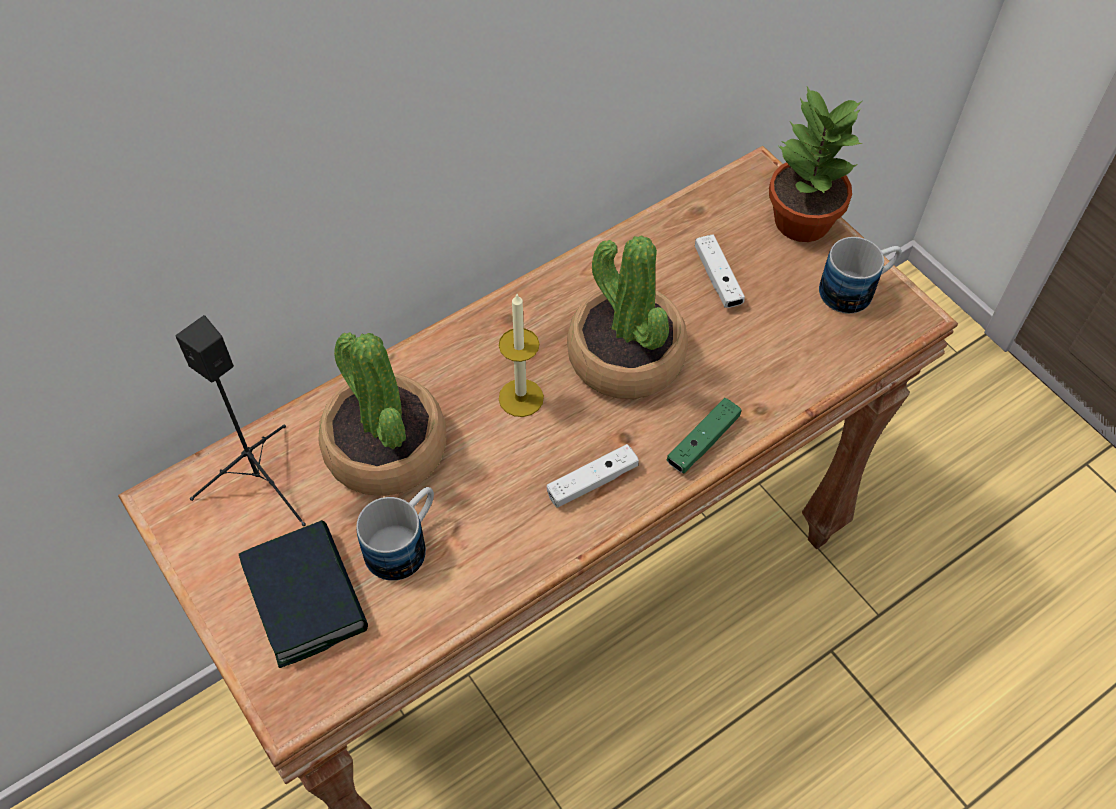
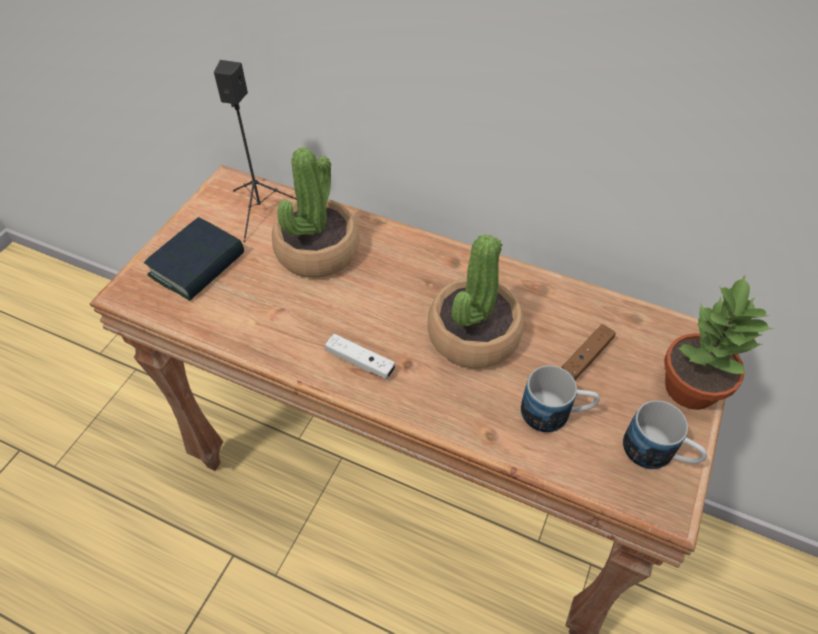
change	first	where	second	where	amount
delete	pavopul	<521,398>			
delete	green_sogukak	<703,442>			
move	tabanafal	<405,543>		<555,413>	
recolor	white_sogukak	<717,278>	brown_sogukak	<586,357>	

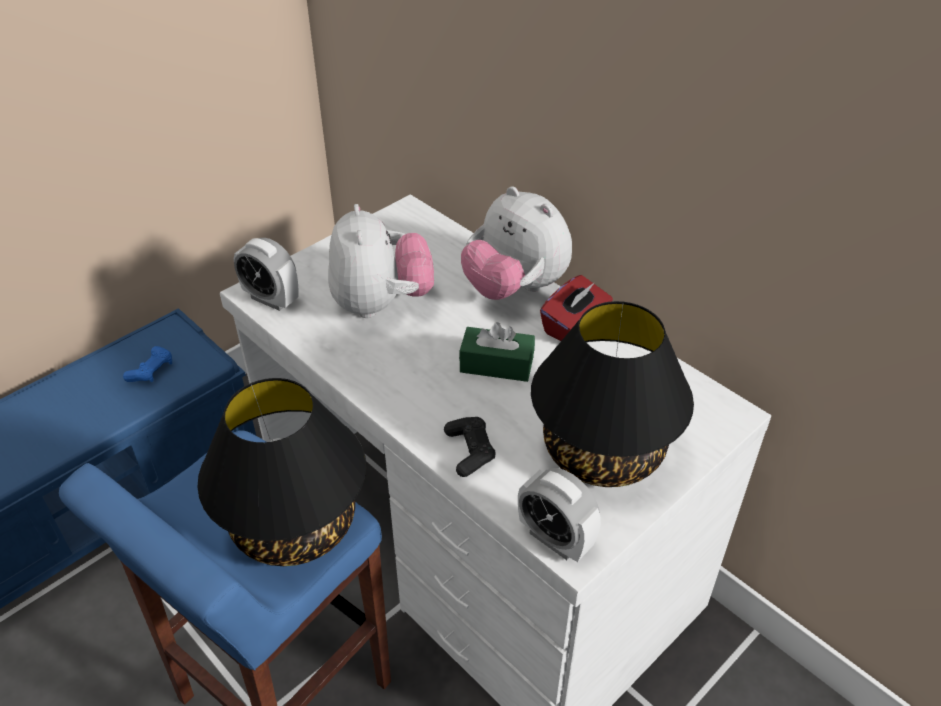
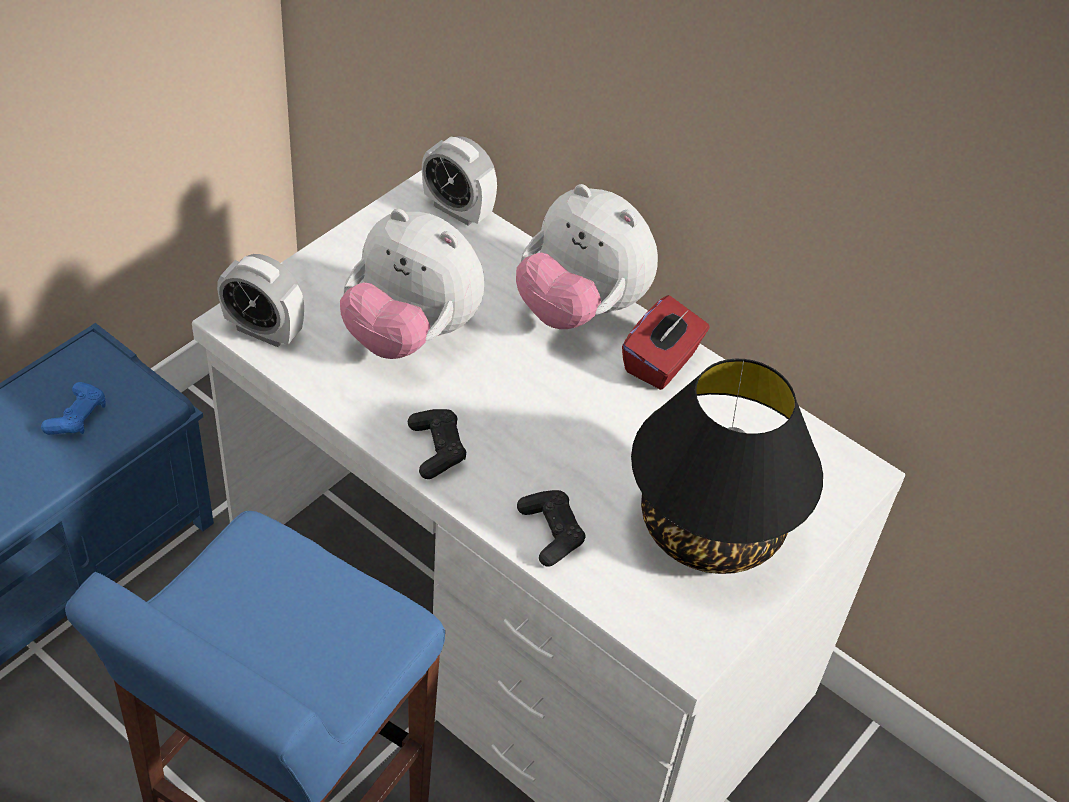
change	first	where	second	where	amount
delete	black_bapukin	<293,525>			
delete	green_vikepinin	<496,364>			
insert			black_sogukak	<437,449>	
move	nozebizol	<555,539>		<457,210>	
rotate	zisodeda	<381,303>		<410,334>	135 degrees clockwise

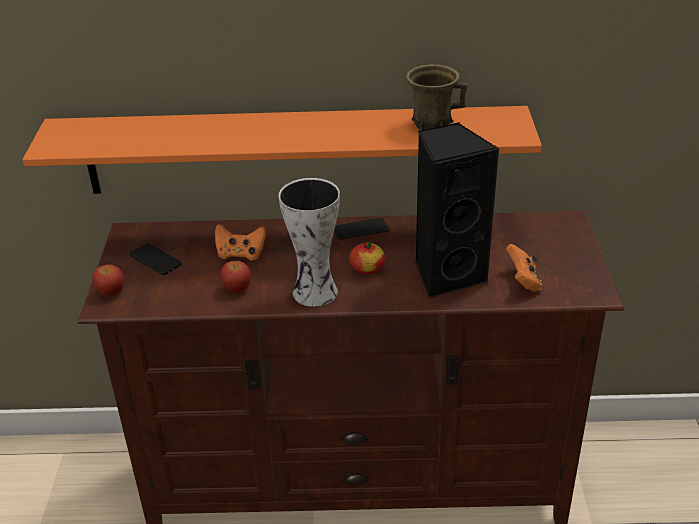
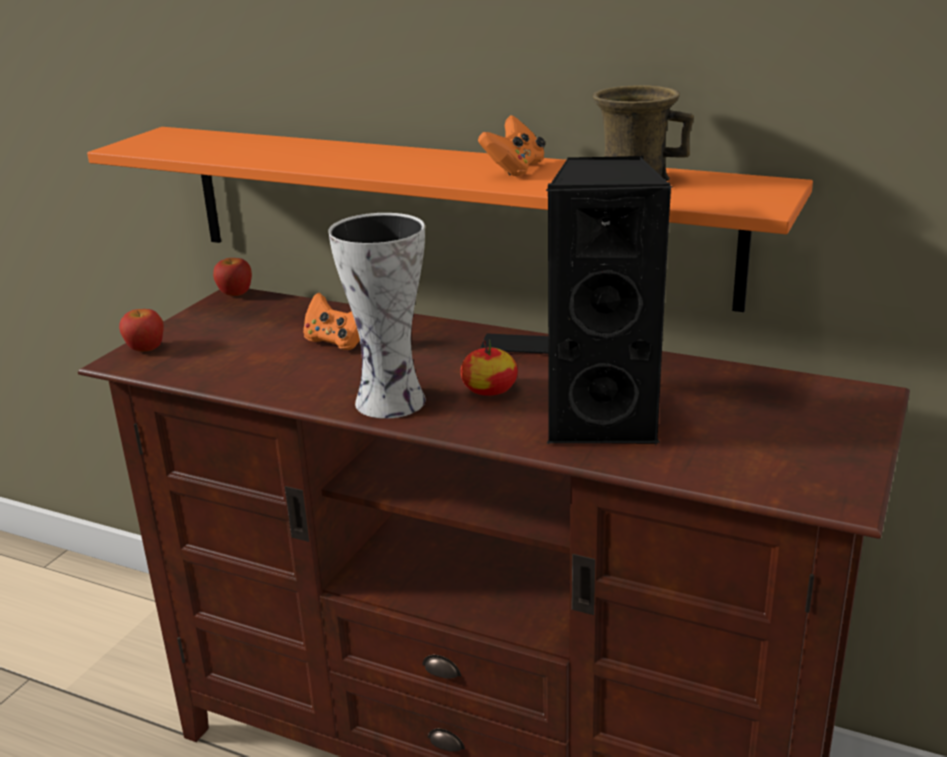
change	first	where	second	where	amount
delete	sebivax	<155,260>			
move	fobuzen	<237,288>		<235,293>	
move	orange_sogukak	<523,281>		<514,169>	

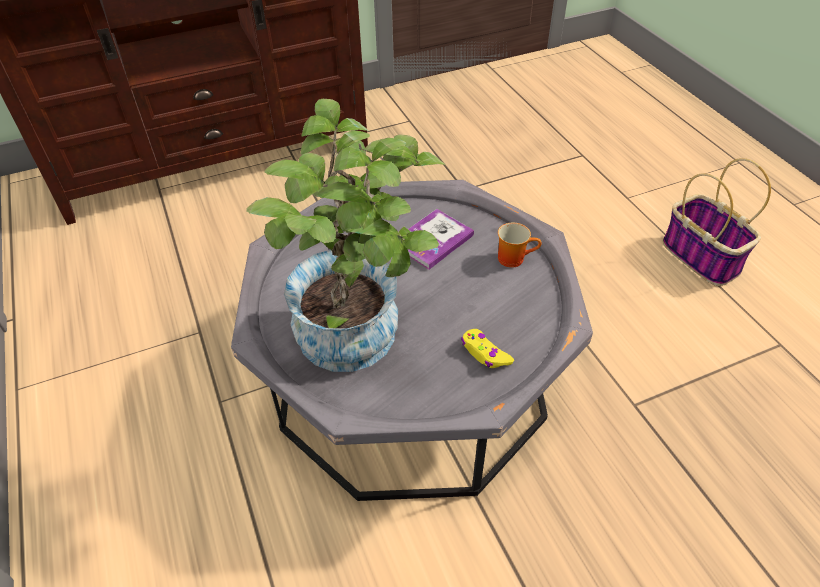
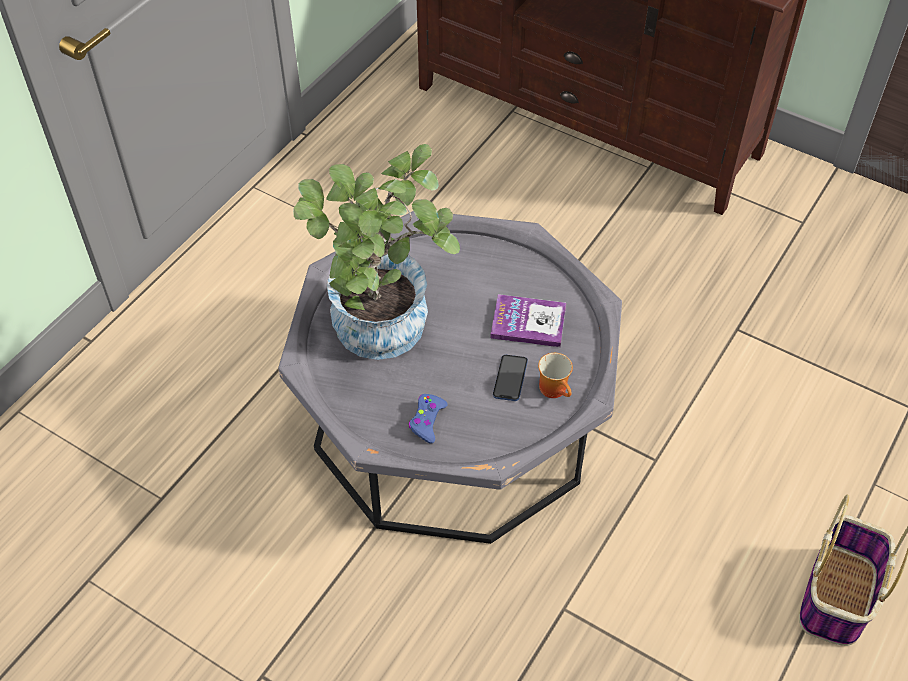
change	first	where	second	where	amount
insert			sebivax	<510,378>	
recolor	yellow_sogukak	<485,353>	blue_sogukak	<427,421>	

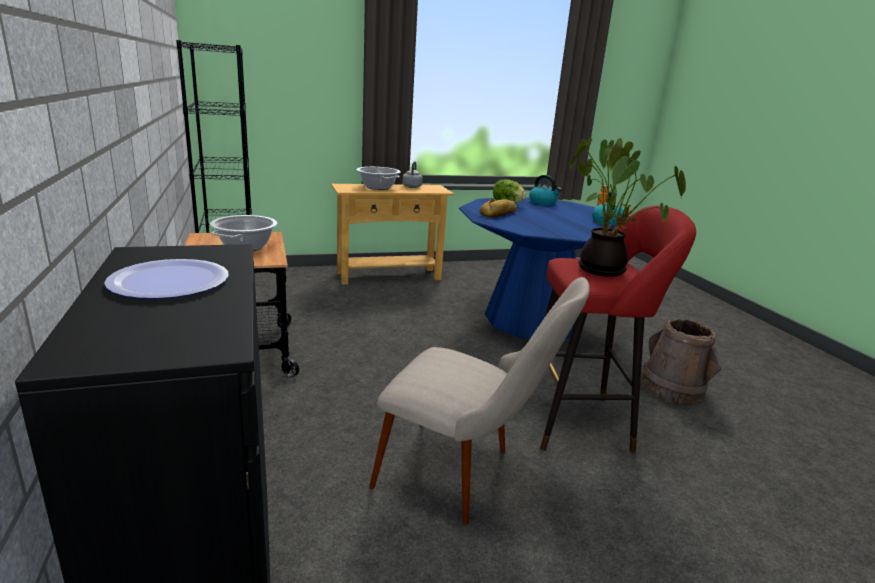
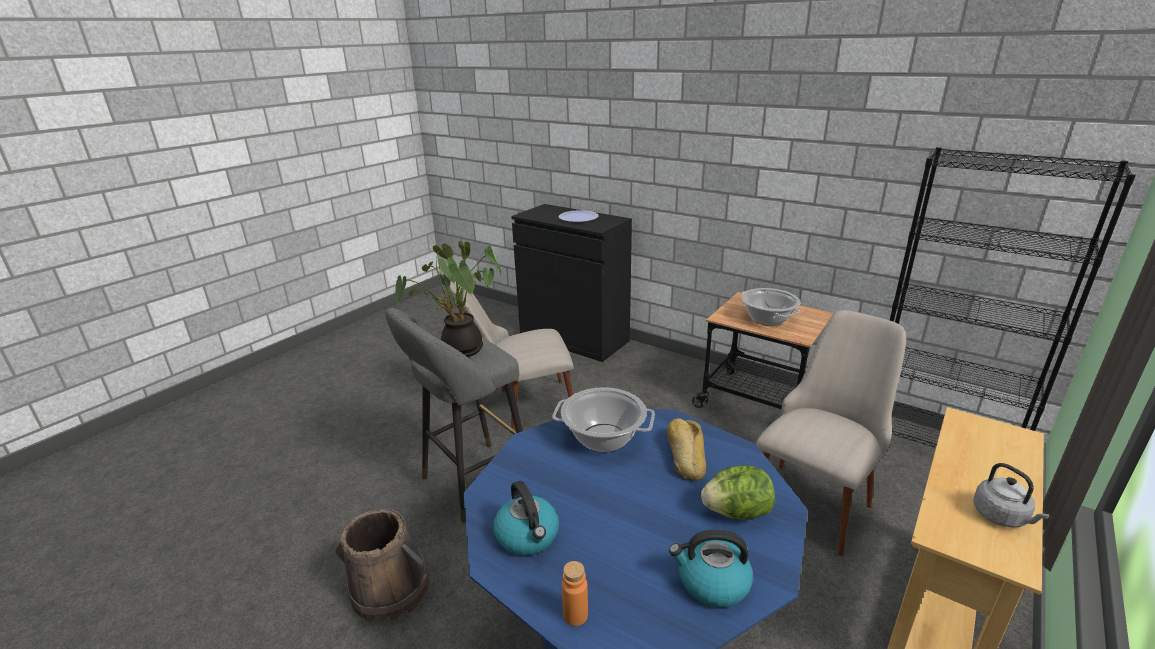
change	first	where	second	where	amount
insert			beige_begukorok	<816,495>	
move	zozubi	<378,187>		<603,438>	
recolor	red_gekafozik	<582,422>	grey_gekafozik	<471,483>	

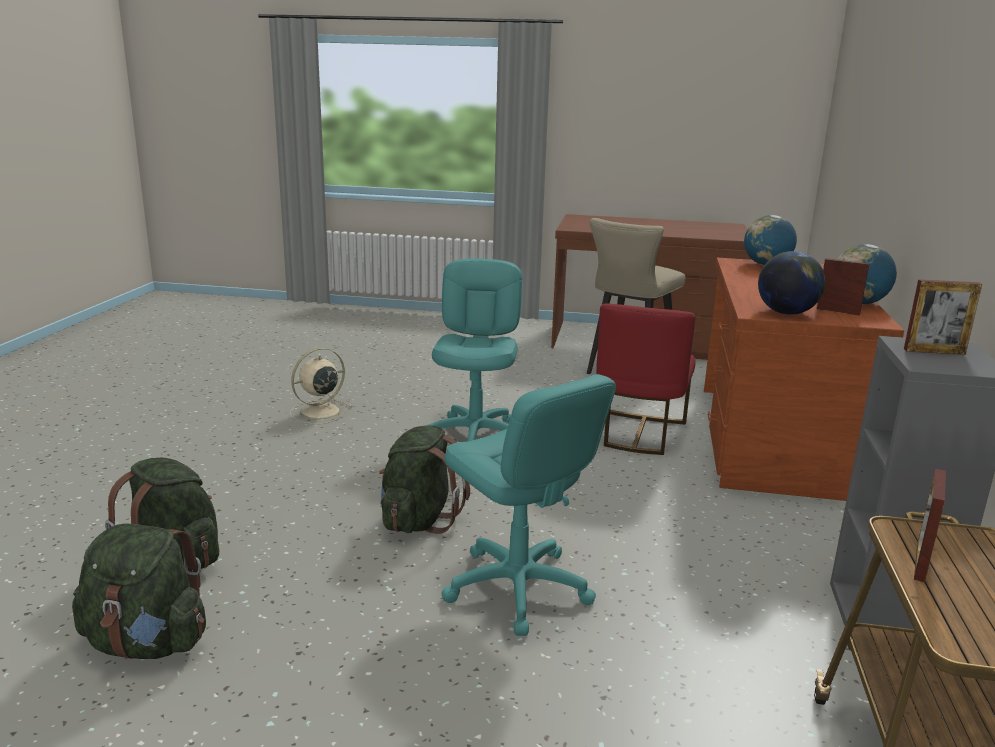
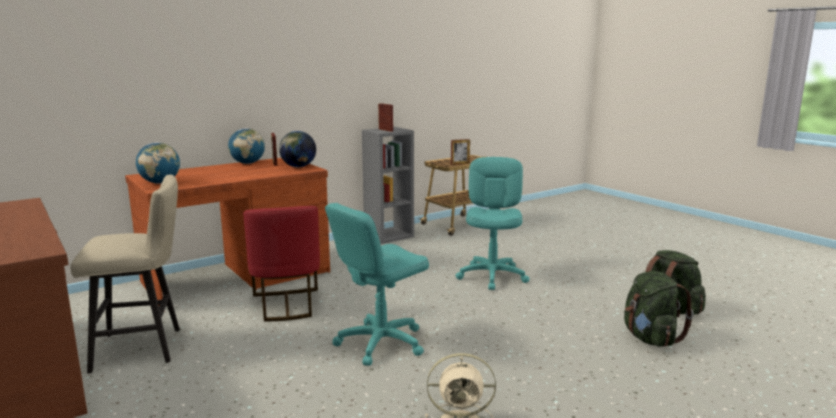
change	first	where	second	where	amount
delete	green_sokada	<419,520>			
rotate	red_begukorok	<638,433>		<286,305>	105 degrees clockwise

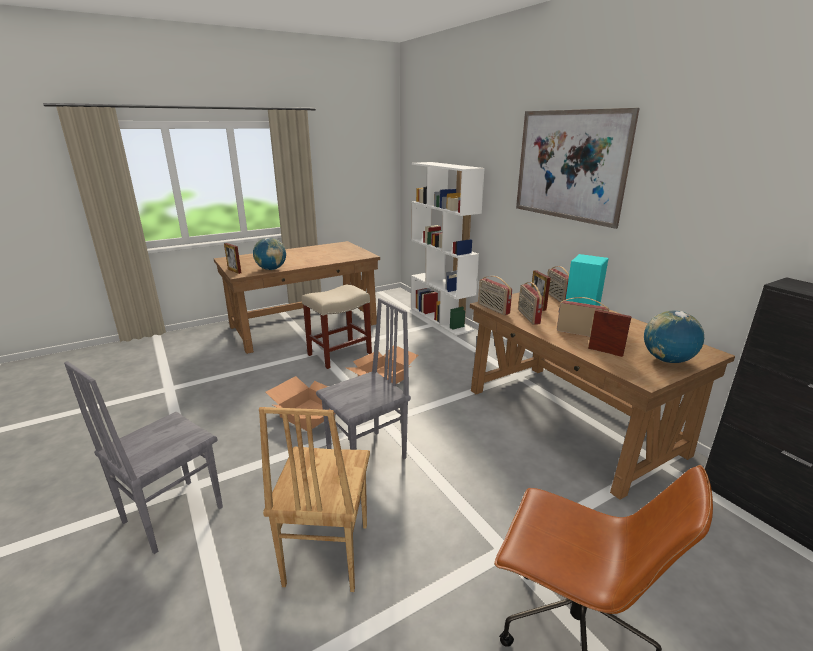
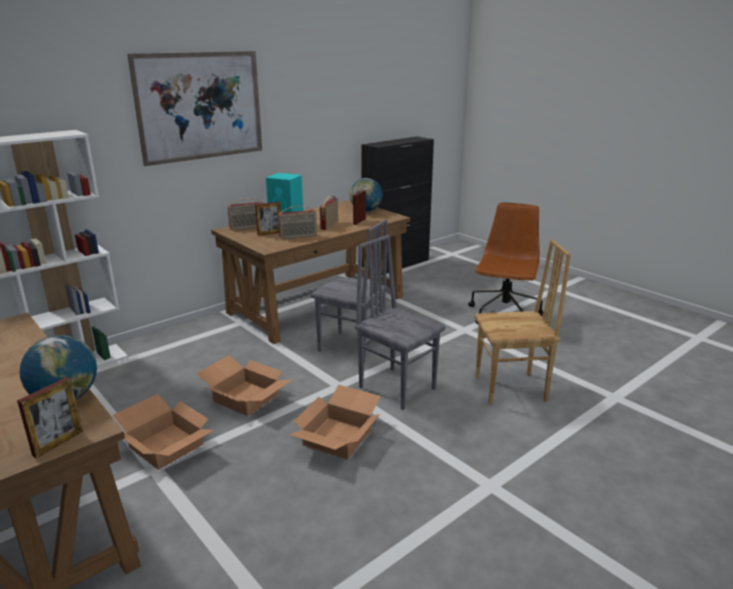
change	first	where	second	where	amount
delete	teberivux	<493,309>			
move	grey_begukorok	<171,514>		<351,347>	
replace	beige_gekafozik	<339,354>	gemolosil	<167,445>	

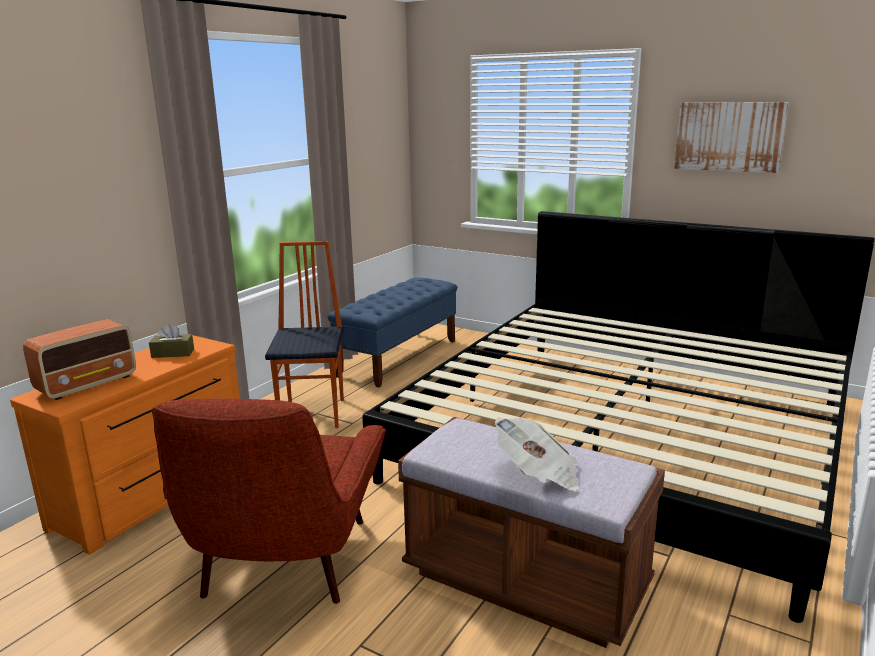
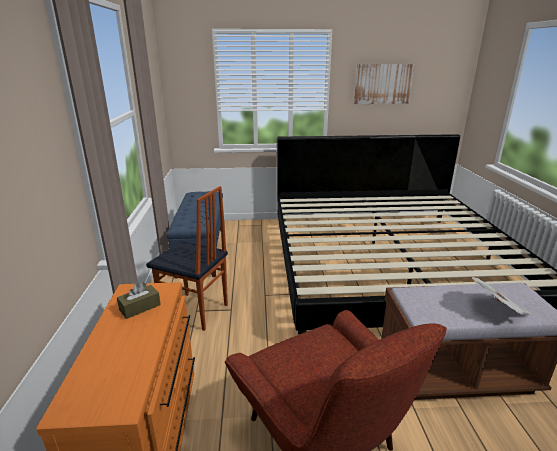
change	first	where	second	where	amount
delete	teberivux	<88,384>			
rotate	begukorok	<314,413>		<194,312>	150 degrees clockwise

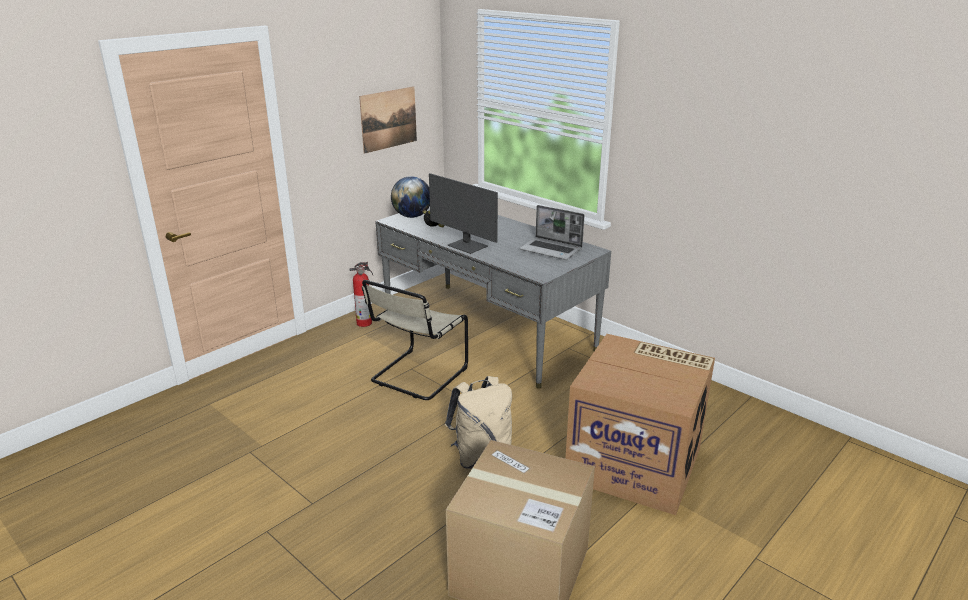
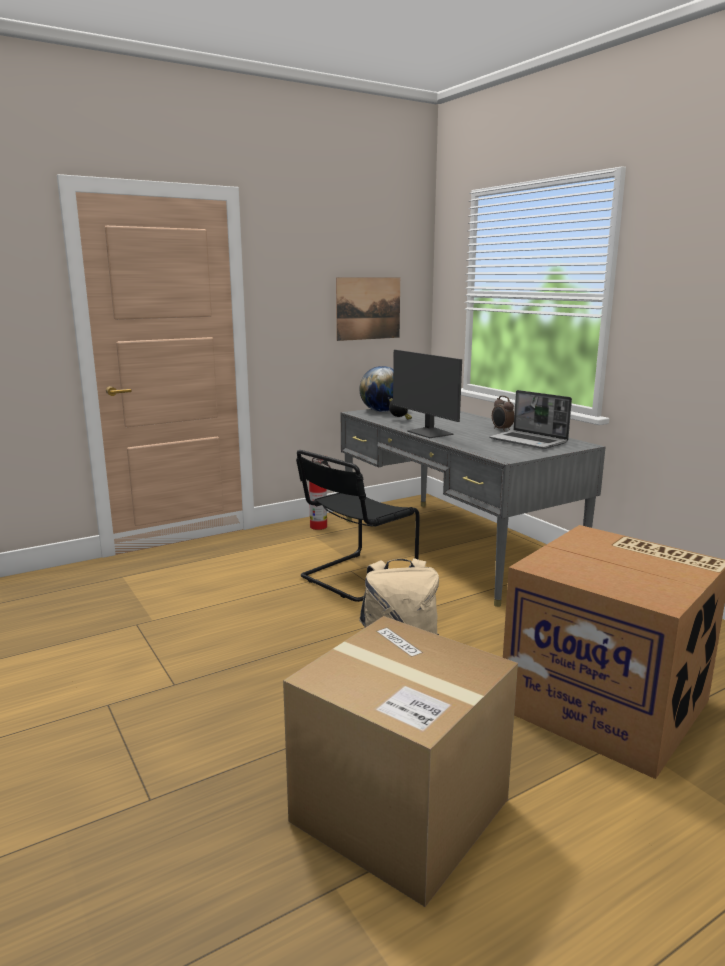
change	first	where	second	where	amount
insert			nozebizol	<501,429>	
recolor	beige_begukorok	<417,376>	black_begukorok	<354,578>	

